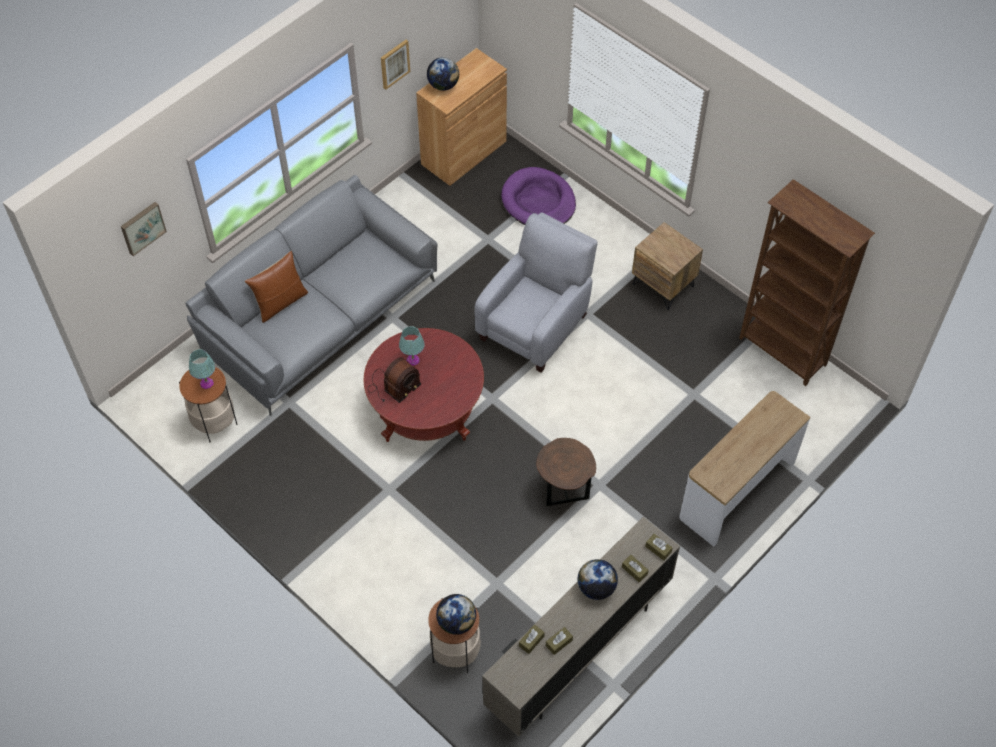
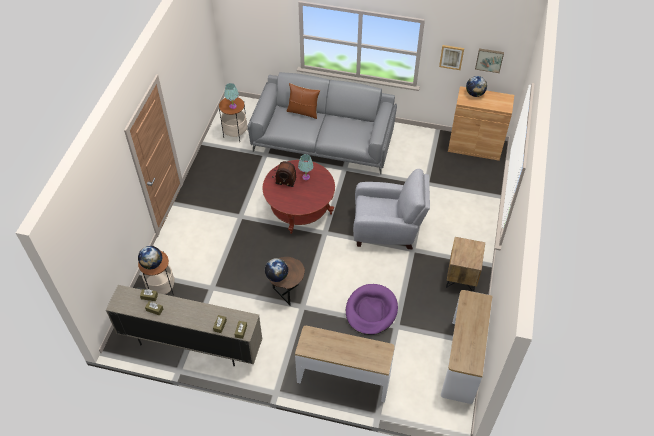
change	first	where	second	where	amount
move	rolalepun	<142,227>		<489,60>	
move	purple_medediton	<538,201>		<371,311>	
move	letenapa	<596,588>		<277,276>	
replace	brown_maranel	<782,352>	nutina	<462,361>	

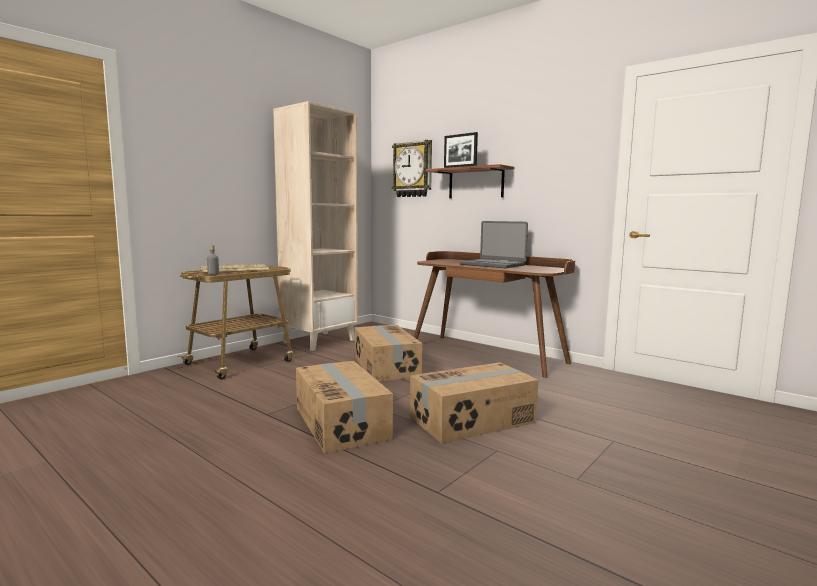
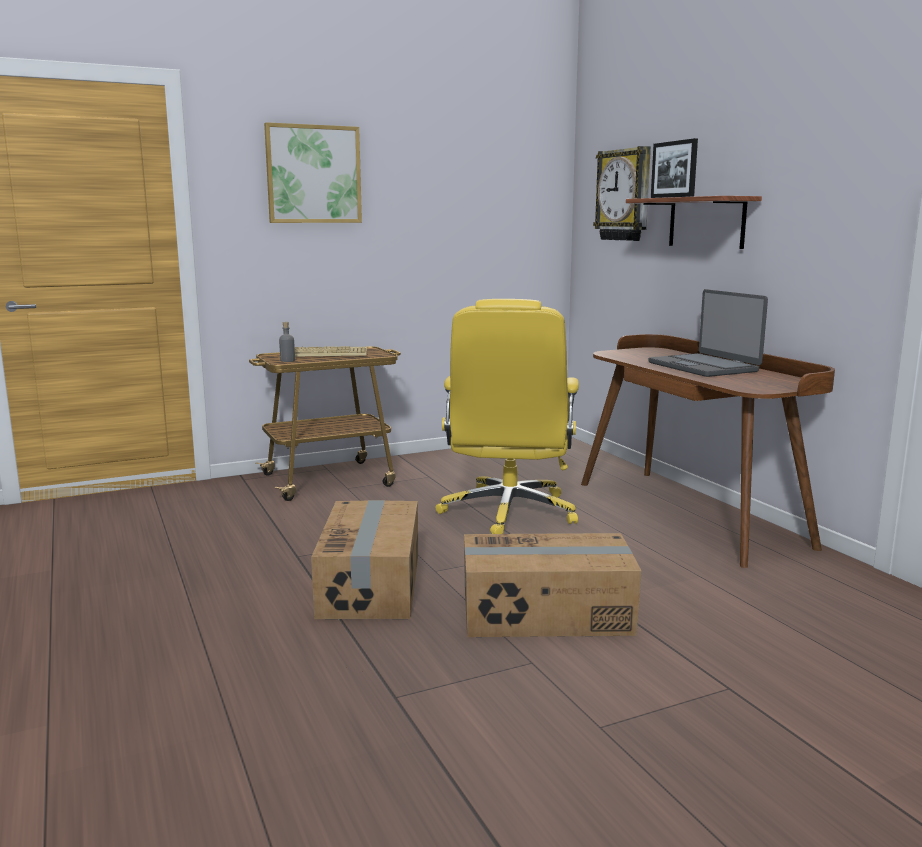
change	first	where	second	where	amount
delete	beige_maranel	<319,341>			
insert			rolalepun	<313,174>	
replace	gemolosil	<385,367>	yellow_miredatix	<508,512>	

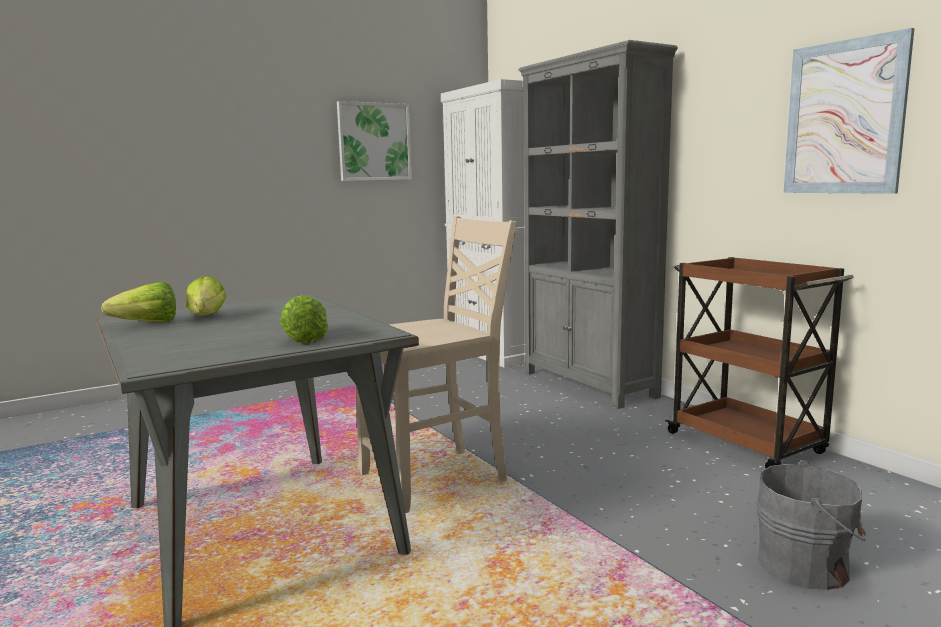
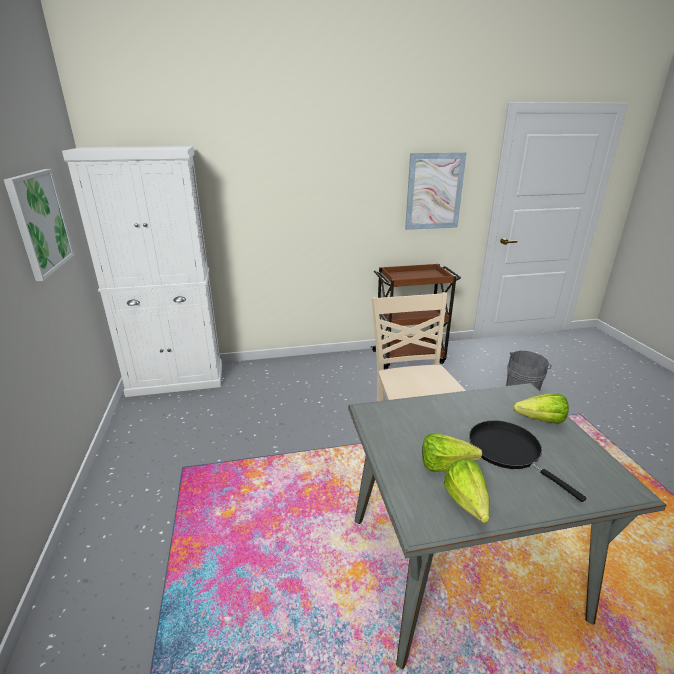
change	first	where	second	where	amount
delete	grey_maranel	<589,384>			
insert			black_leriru	<508,451>	

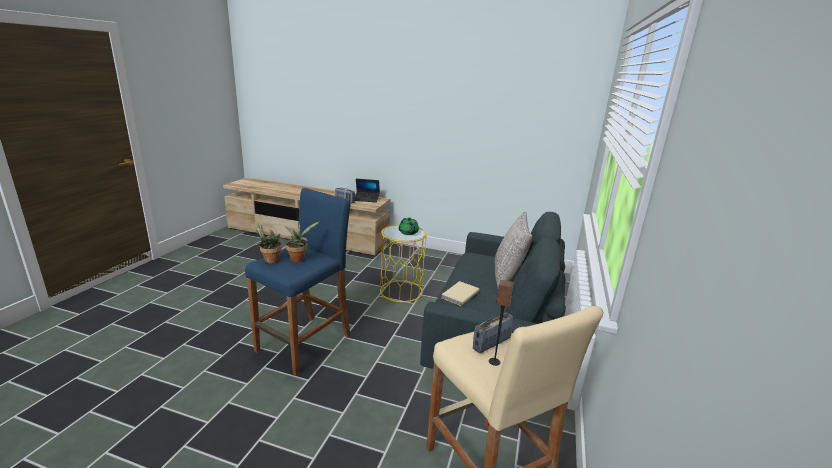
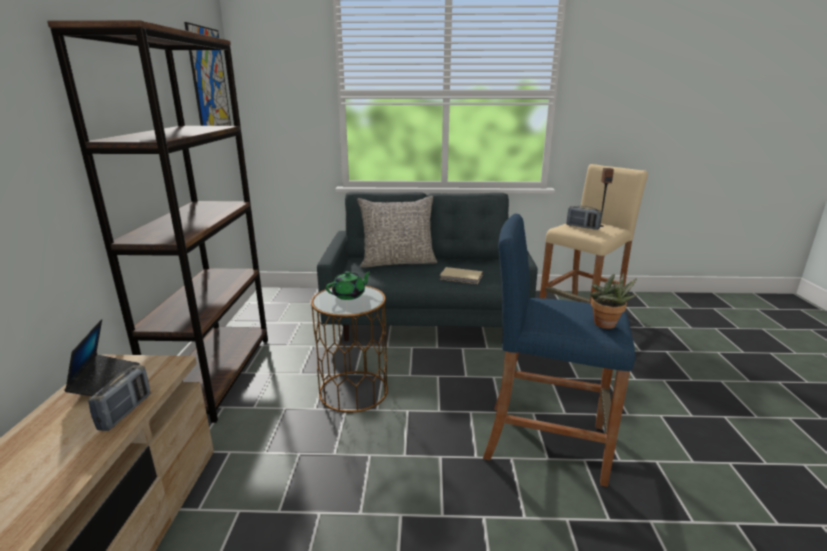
change	first	where	second	where	amount
delete	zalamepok	<299,259>			
insert			brown_maranel	<216,375>	
insert			rolalepun	<209,82>	
recolor	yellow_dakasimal	<401,291>	brown_dakasimal	<353,391>	

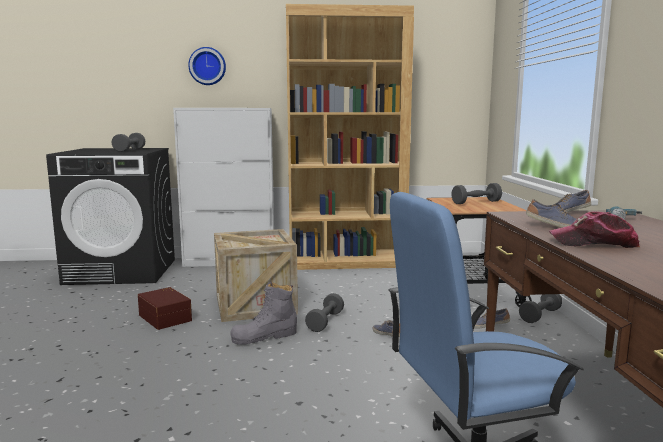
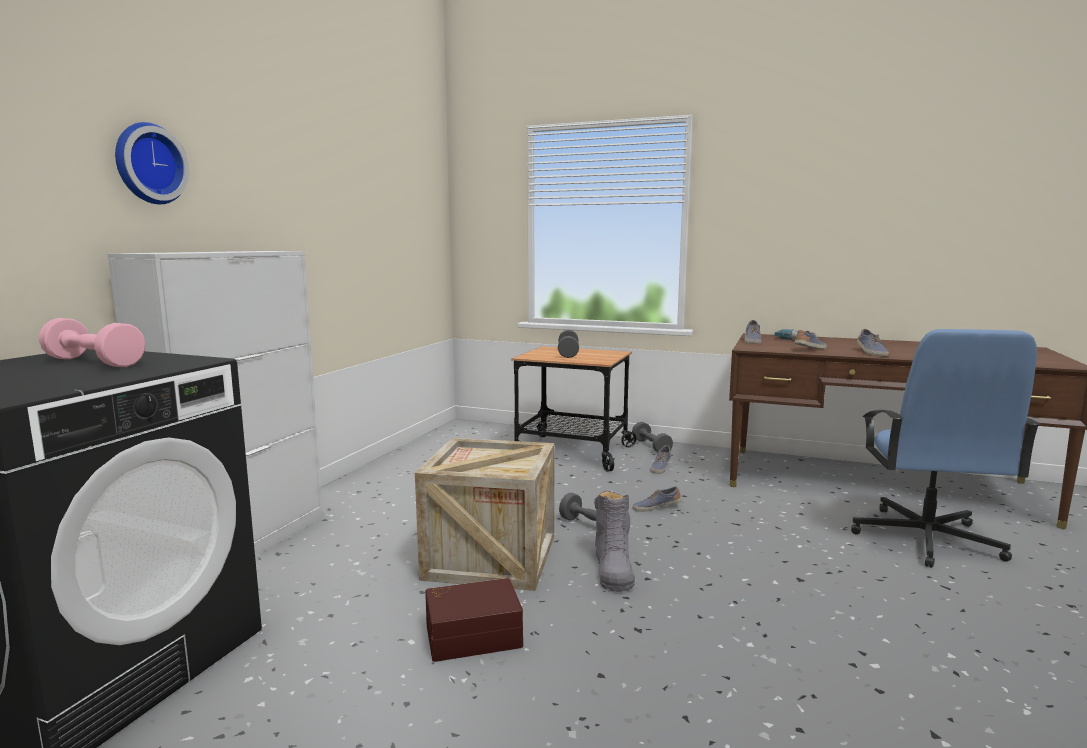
change	first	where	second	where	amount
delete	brown_maranel	<346,262>			
replace	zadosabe	<594,243>	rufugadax	<871,352>	
recolor	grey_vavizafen	<129,150>	pink_vavizafen	<94,362>	

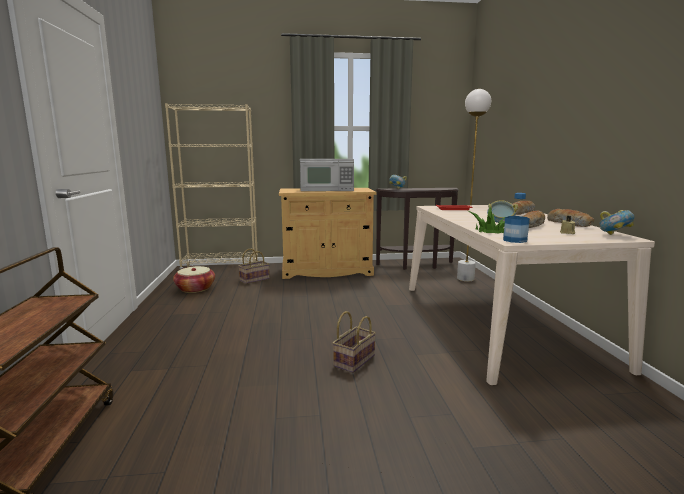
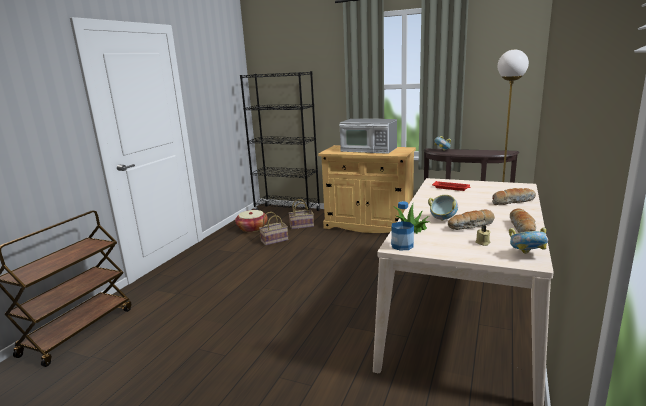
change	first	where	second	where	amount
move	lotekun	<354,360>		<275,240>	
recolor	beige_maranel	<221,269>	black_maranel	<287,212>	

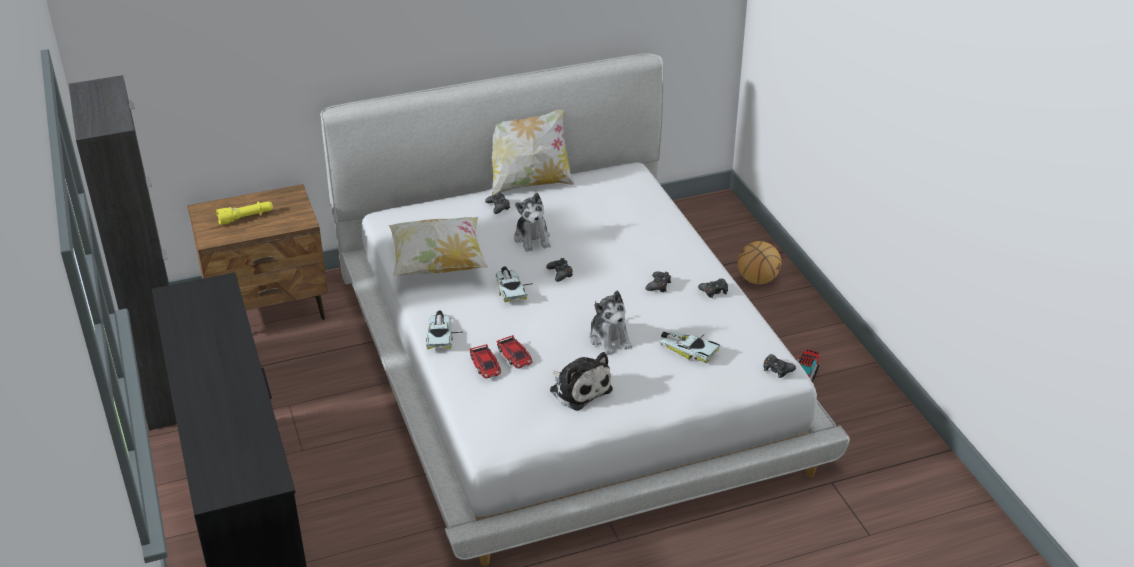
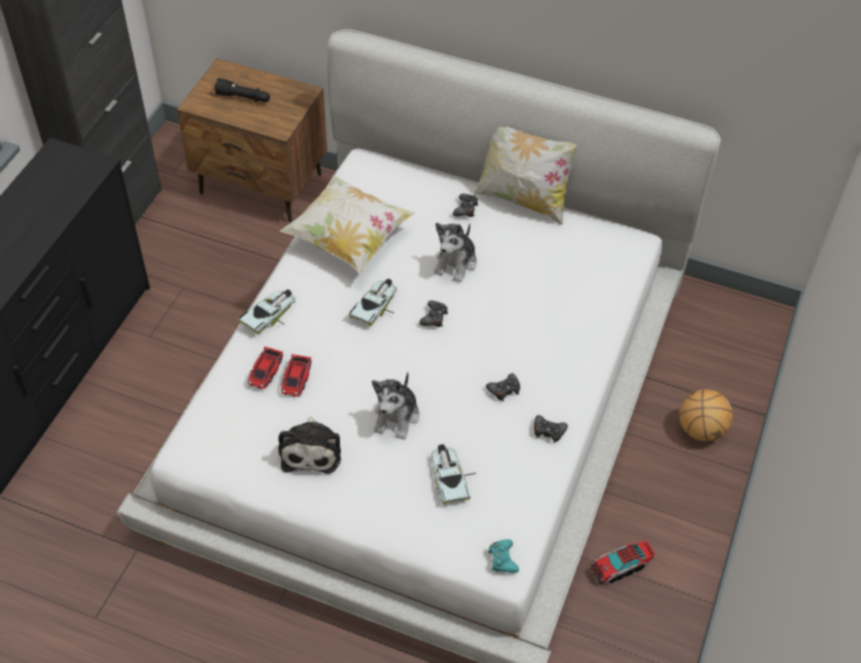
change	first	where	second	where	amount
recolor	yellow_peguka	<246,217>	black_peguka	<243,98>	
recolor	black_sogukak	<777,369>	turquoise_sogukak	<502,559>	

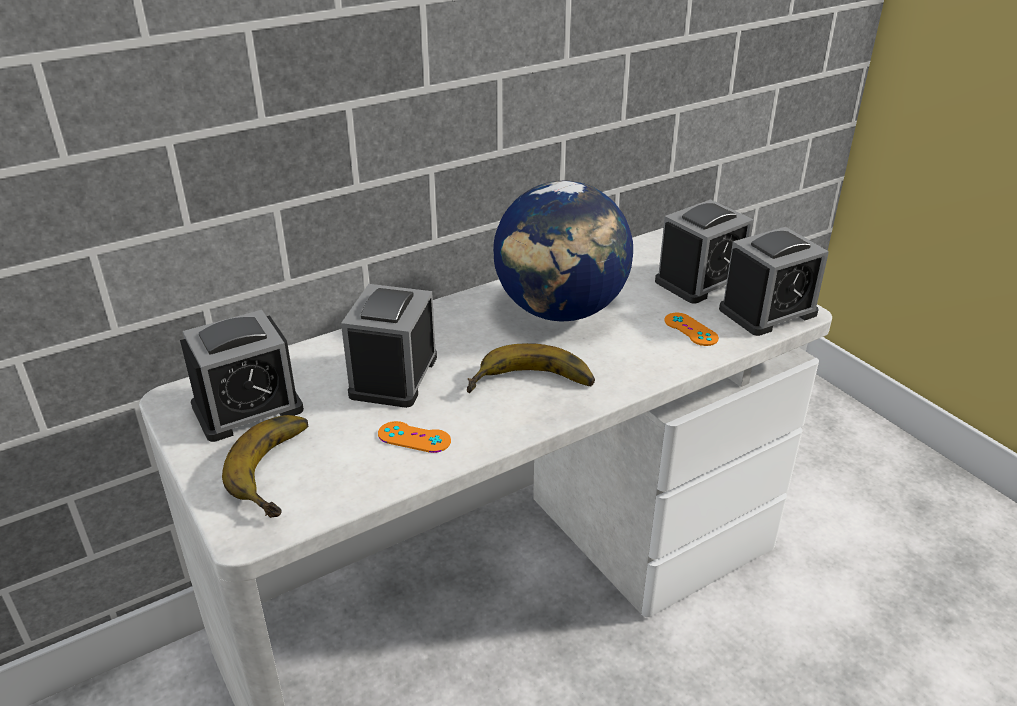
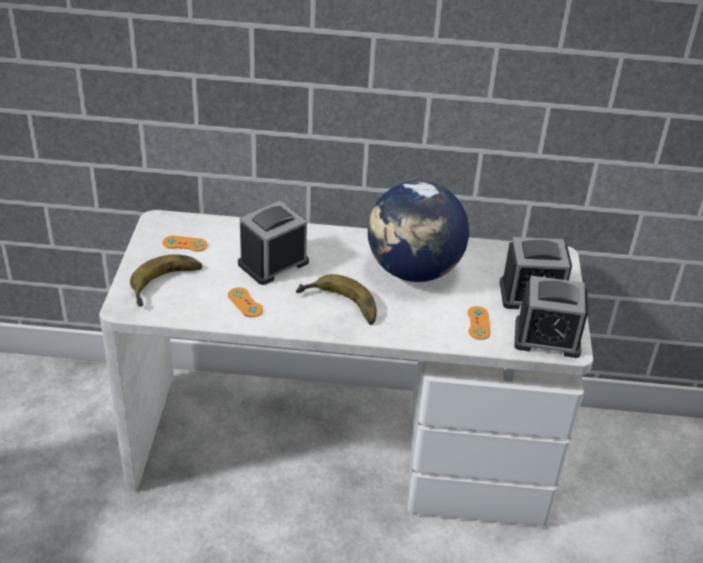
change	first	where	second	where	amount
replace	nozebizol	<247,408>	orange_sogukak	<185,244>	

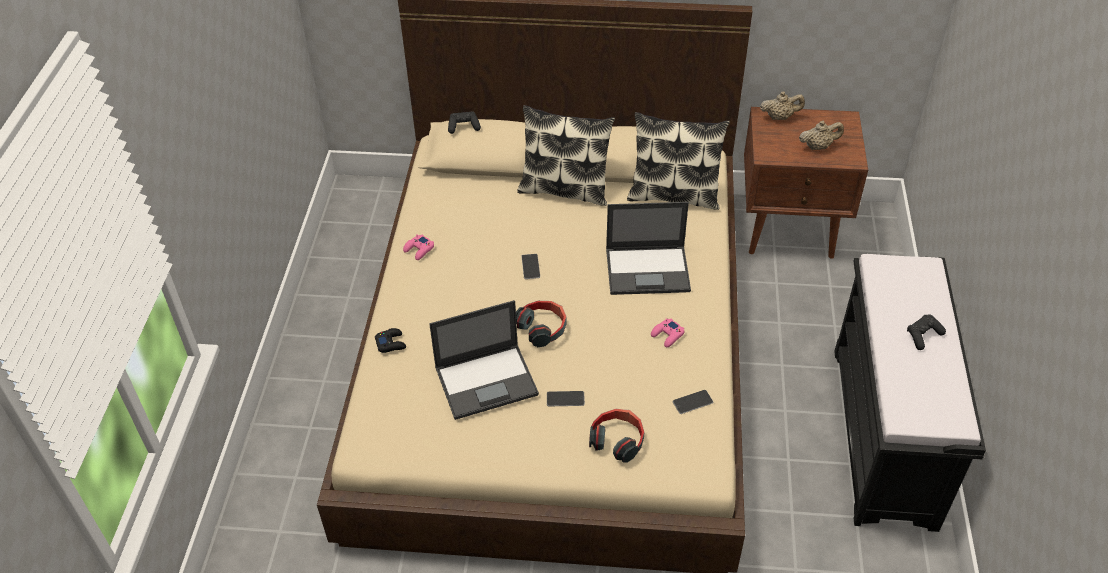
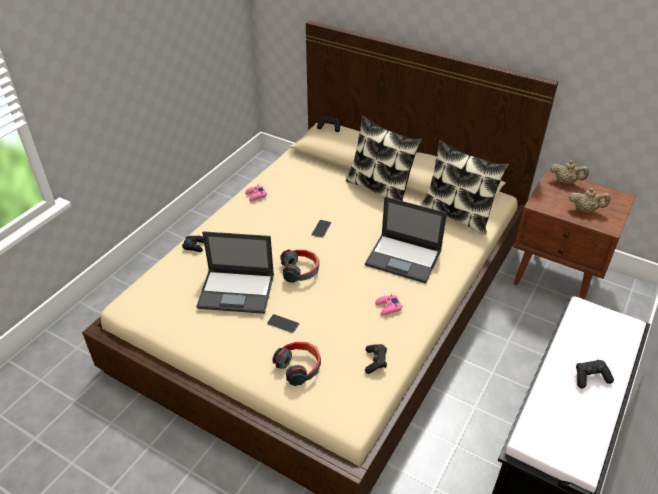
change	first	where	second	where	amount
replace	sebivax	<692,402>	black_sogukak	<375,362>	

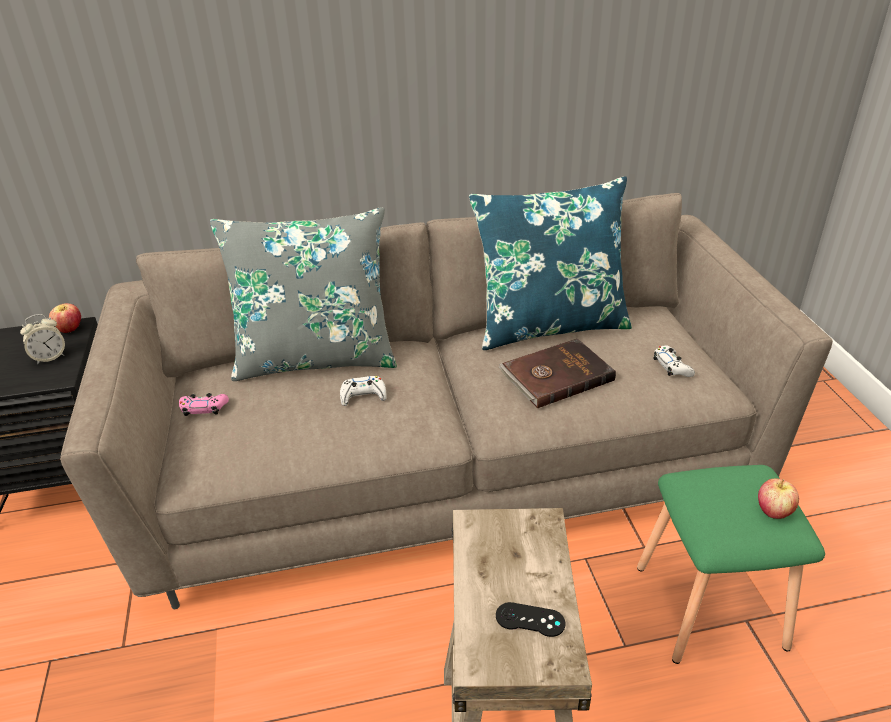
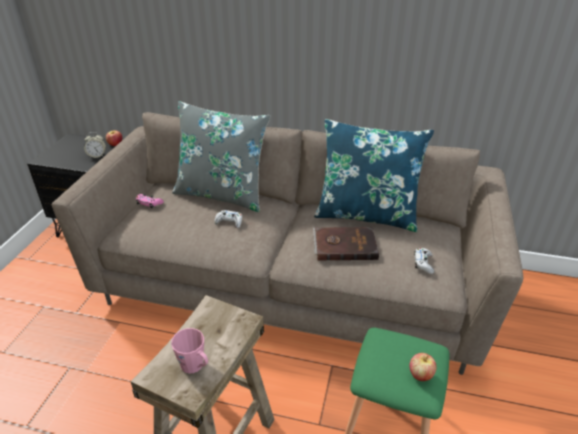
change	first	where	second	where	amount
replace	black_sogukak	<530,620>	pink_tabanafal	<195,366>	

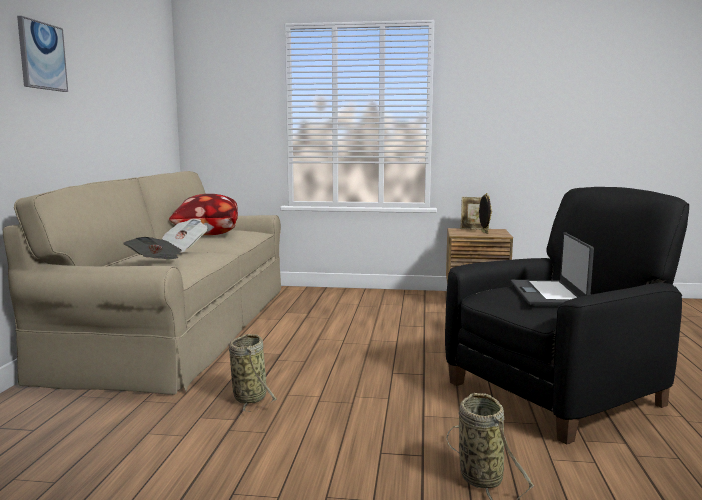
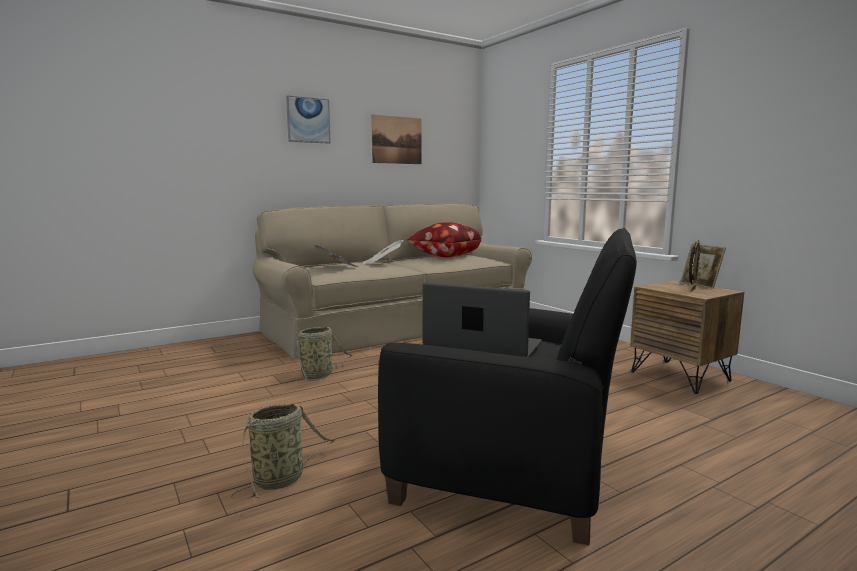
change	first	where	second	where	amount
insert			rolalepun	<397,140>	
rotate	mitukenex	<548,293>		<482,346>	60 degrees clockwise

